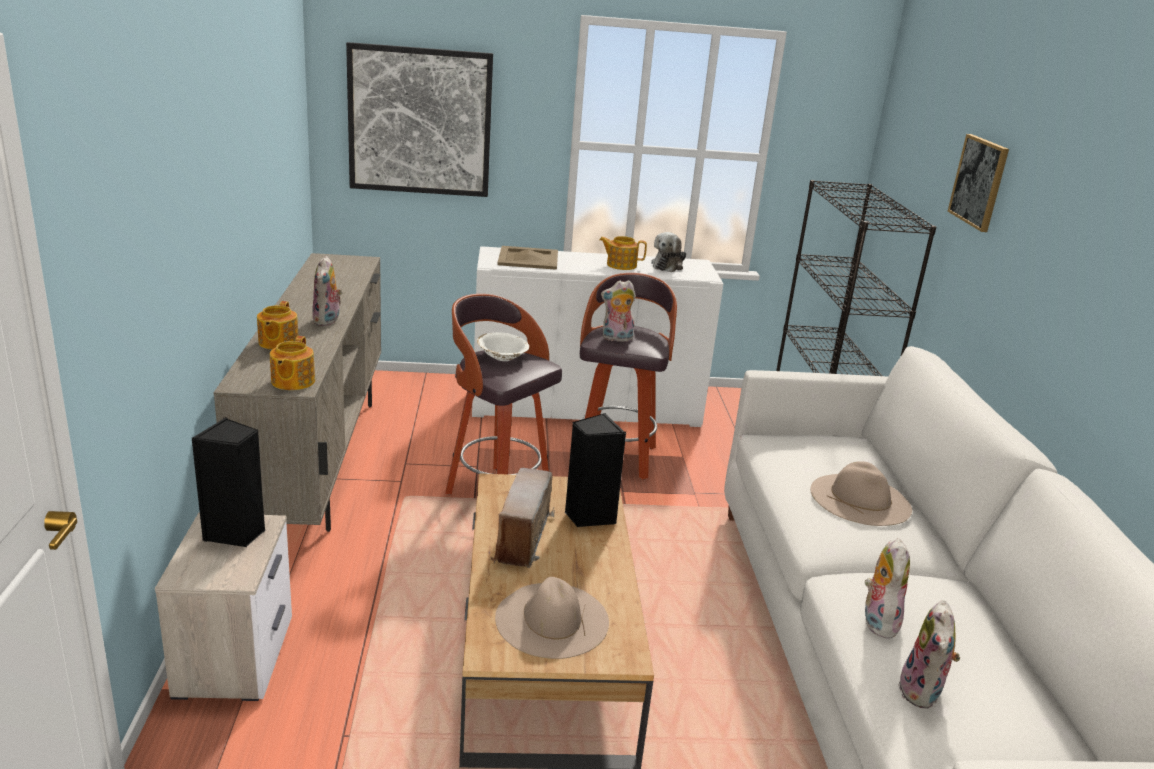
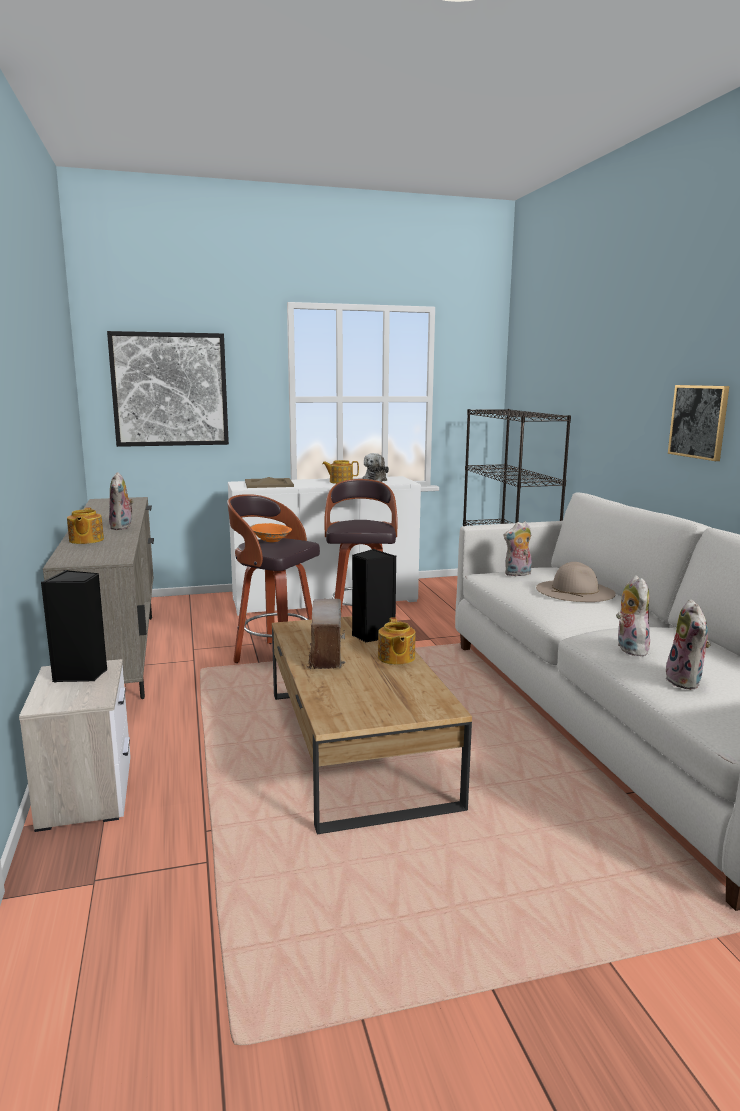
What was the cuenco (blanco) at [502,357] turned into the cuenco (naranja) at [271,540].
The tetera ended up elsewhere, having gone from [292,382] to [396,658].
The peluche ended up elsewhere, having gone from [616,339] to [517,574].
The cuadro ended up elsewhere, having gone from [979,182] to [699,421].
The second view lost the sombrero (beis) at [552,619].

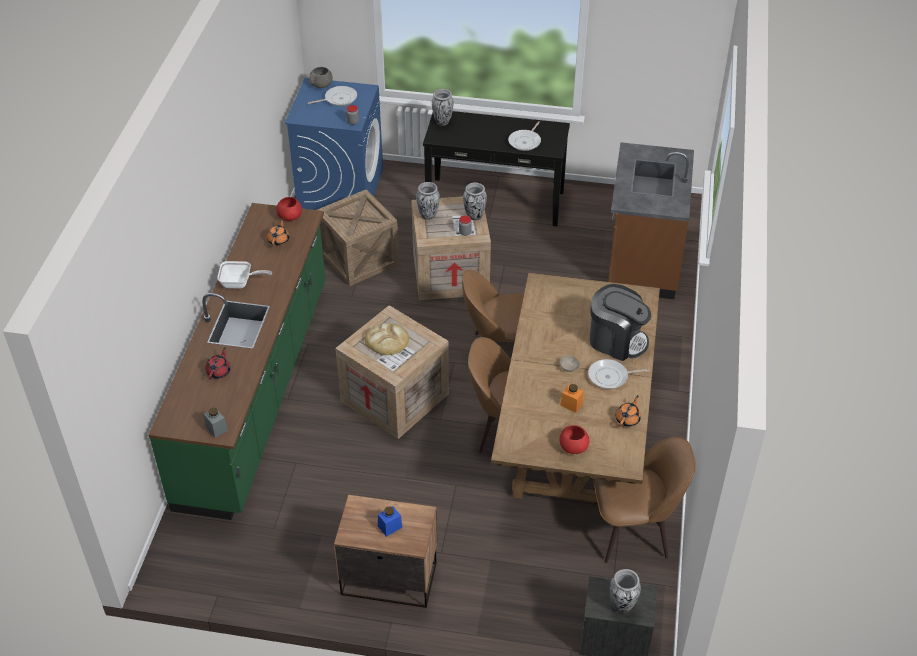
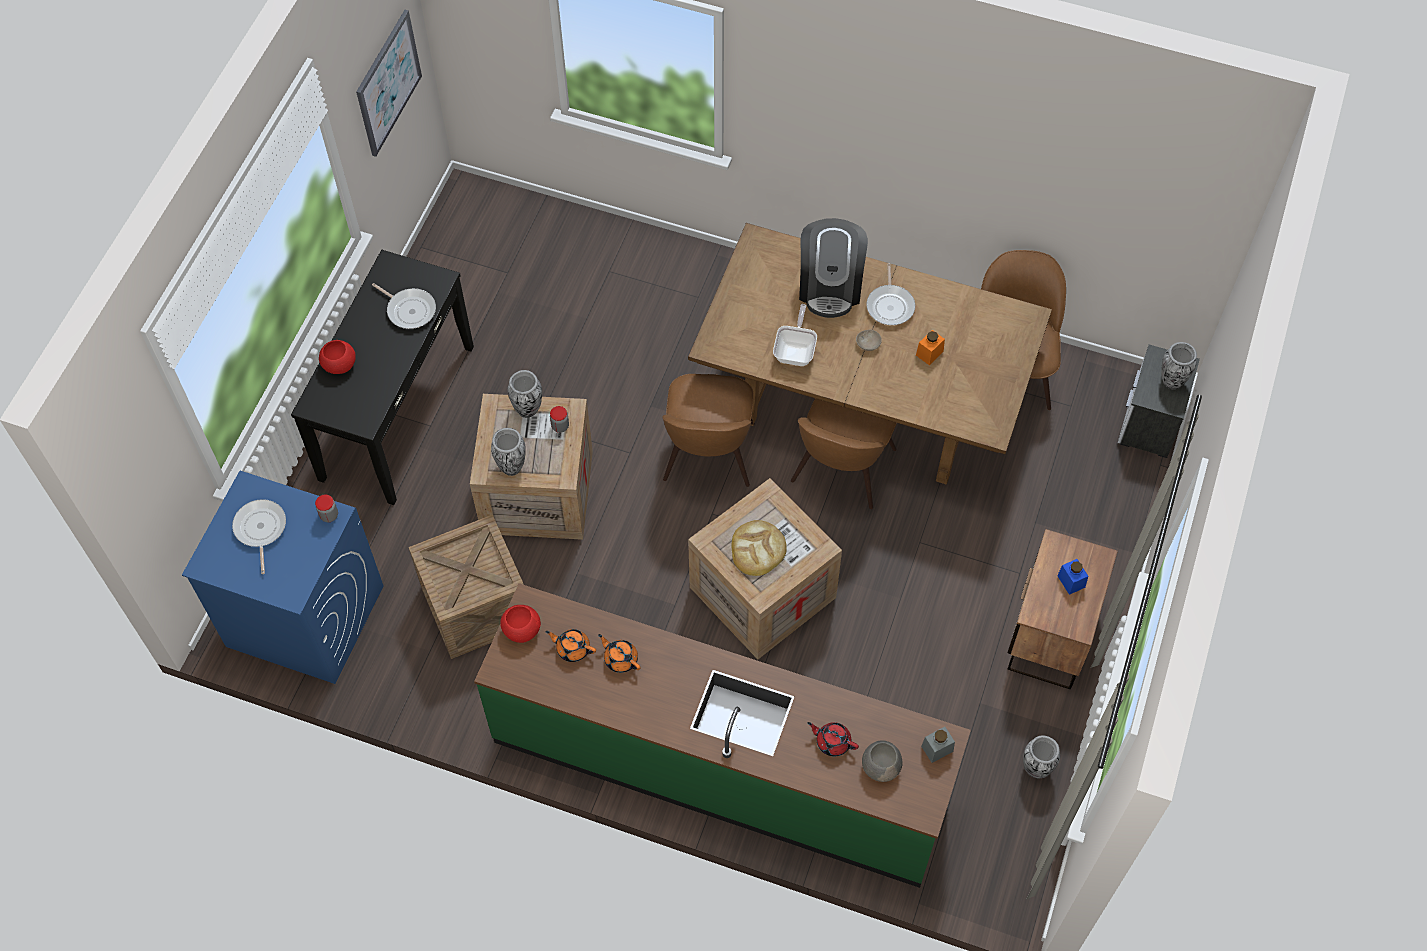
The cuenco (rojo) ended up elsewhere, having gone from [573,446] to [338,364].
The second view gained the cuadro at [388,83].
The tetera (naranja) ended up elsewhere, having gone from [628,419] to [620,659].
The sartén ended up elsewhere, having gone from [240,283] to [795,351].
The cafetera at [616,340] ended up facing another way, 150 degrees clockwise from before.
The cuenco (gris) ended up elsewhere, having gone from [322,85] to [881,766].
The florero ended up elsewhere, having gone from [442,122] to [1036,769].
The second view lost the mueble bajo de cocina (marrón) at [642,260].

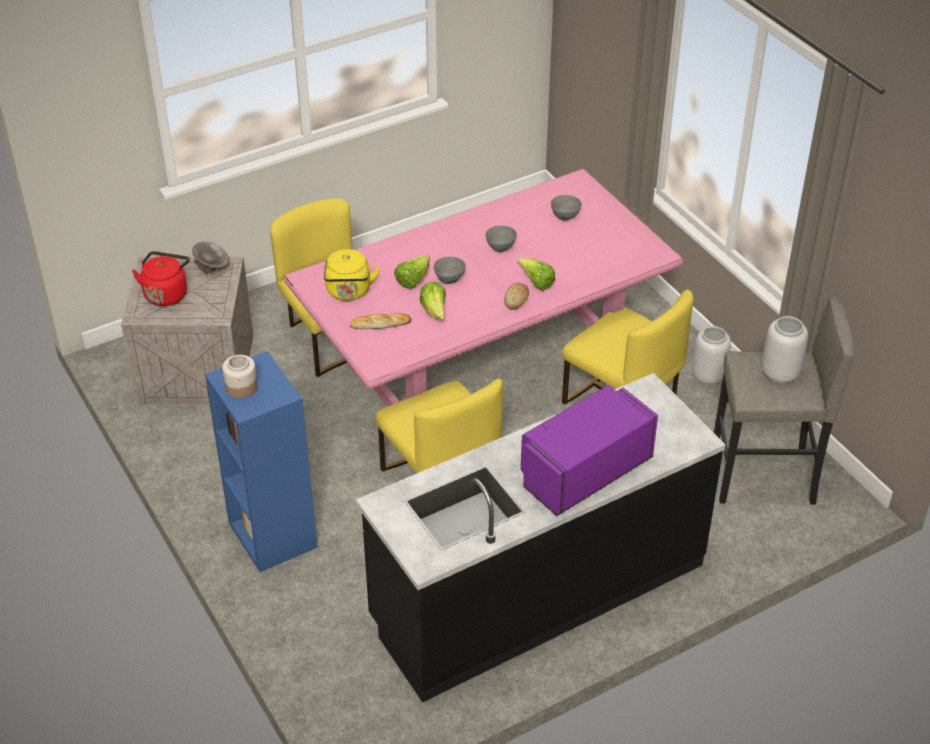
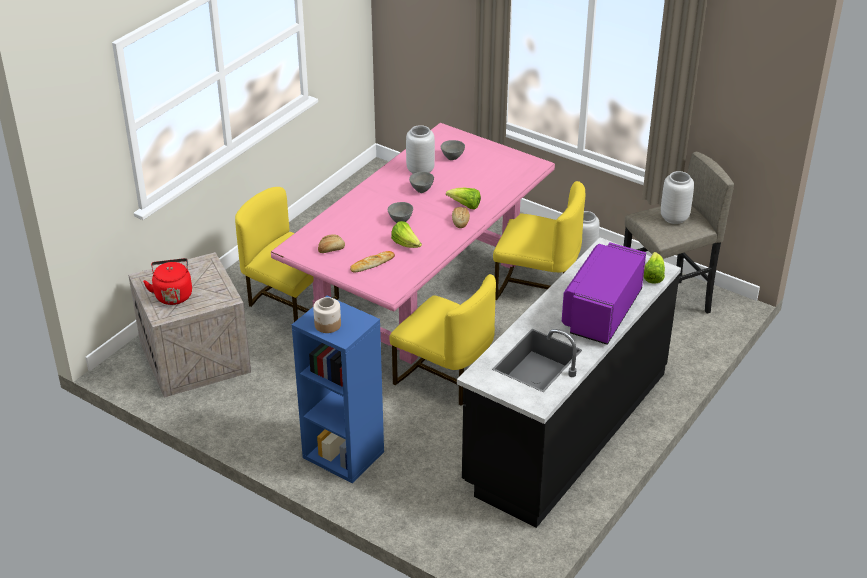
Where the hervidor (amarillo) stood at [349,292], the pan came to stand at [331,249].
The second view gained the florero (gris) at [419,170].
The lechuga ended up elsewhere, having gone from [413,280] to [653,276].
The second view lost the cuenco (gris) at [212,269].

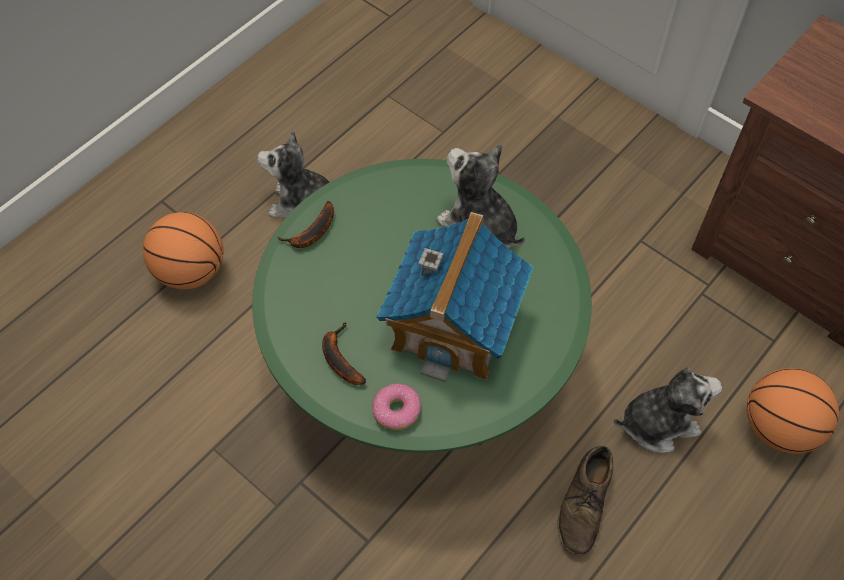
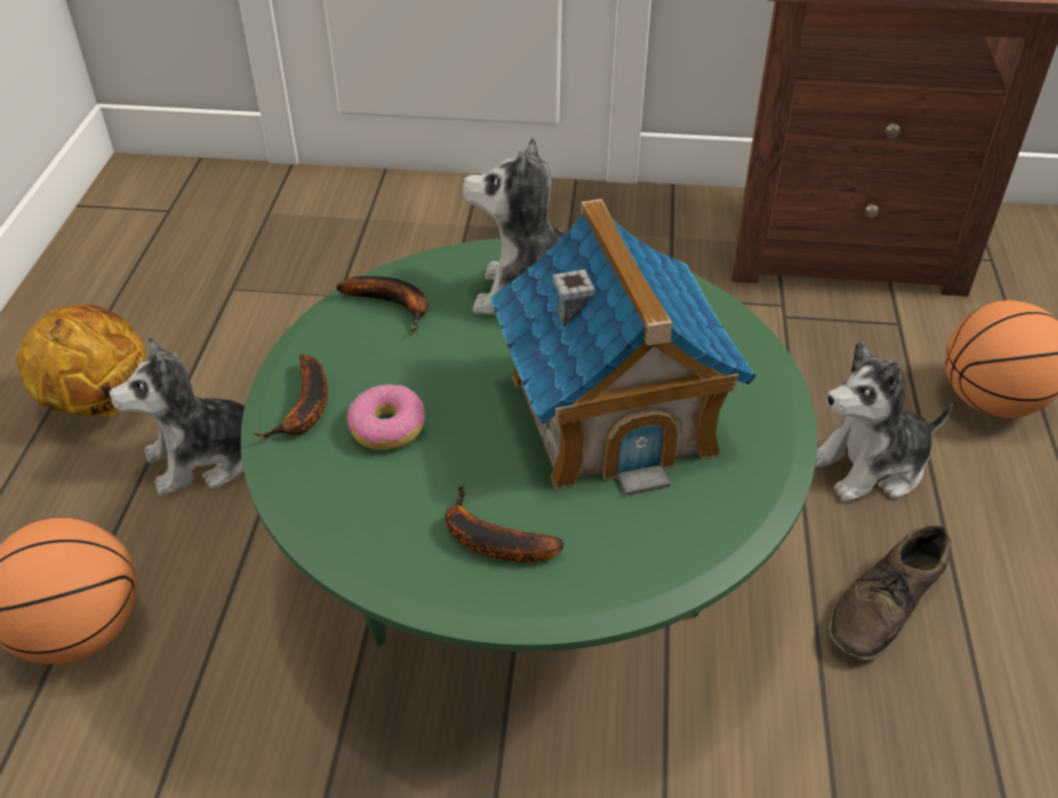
The second view gained the balón de baloncesto at [98,403].
The second view gained the plátano at [394,305].
The rosquilla ended up elsewhere, having gone from [396,410] to [387,427].
The peluche at [658,422] ended up facing another way, 150 degrees counterclockwise from before.
The zapato (marrón) at [585,504] ended up facing another way, 60 degrees clockwise from before.

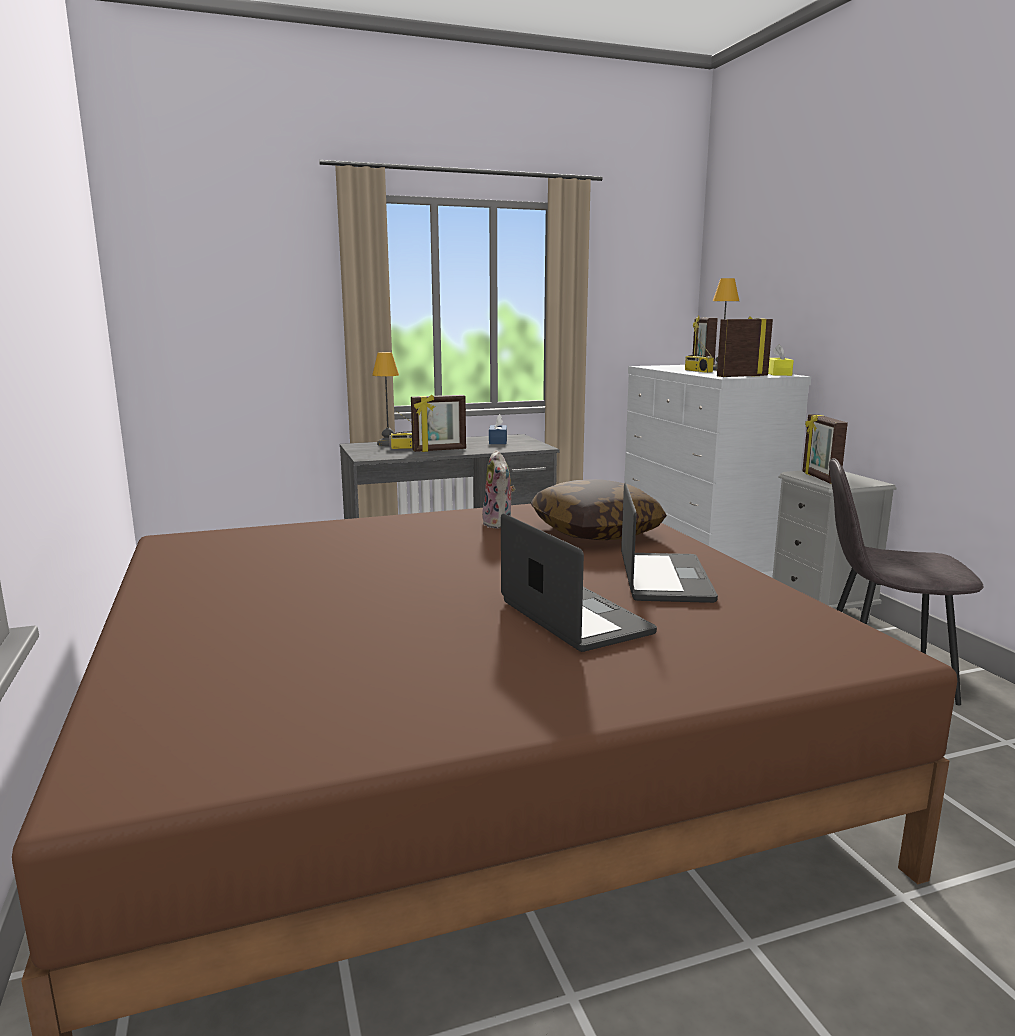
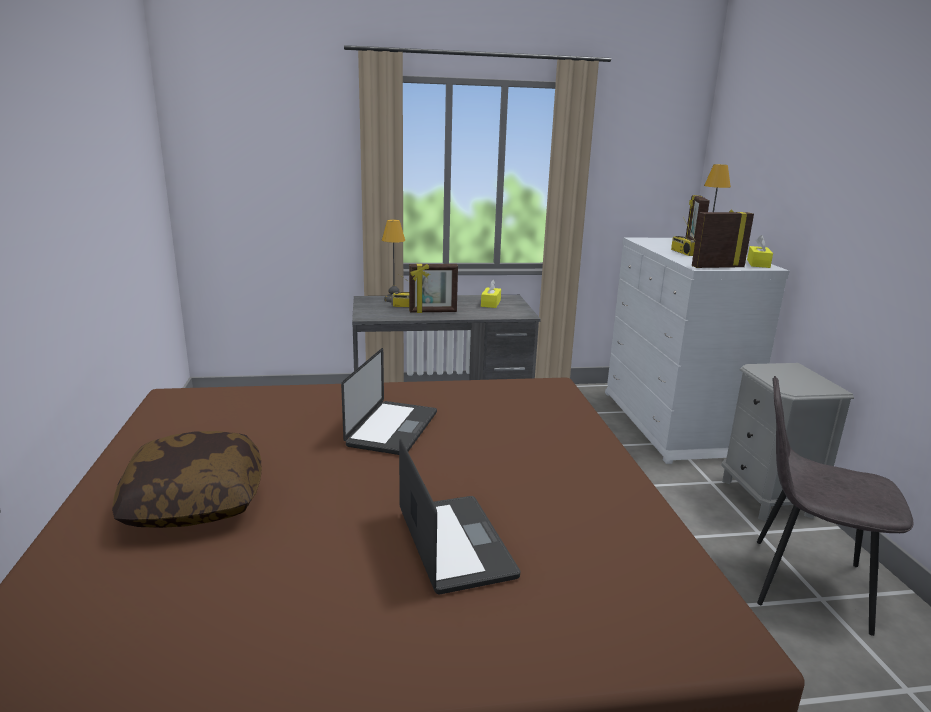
The cojín ended up elsewhere, having gone from [595,532] to [194,501].
The portátil ended up elsewhere, having gone from [664,579] to [392,429].
What was the caja de pañuelos (azul) at [498,441] turned into the caja de pañuelos (amarillo) at [490,303].
The second view lost the peluche at [499,524].
The second view lost the portarretratos at [819,478].

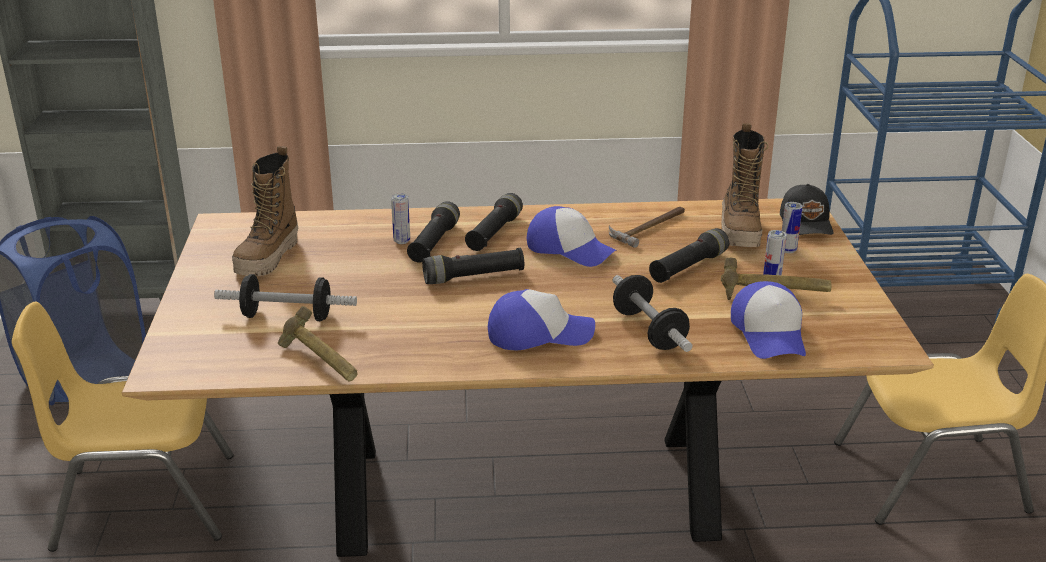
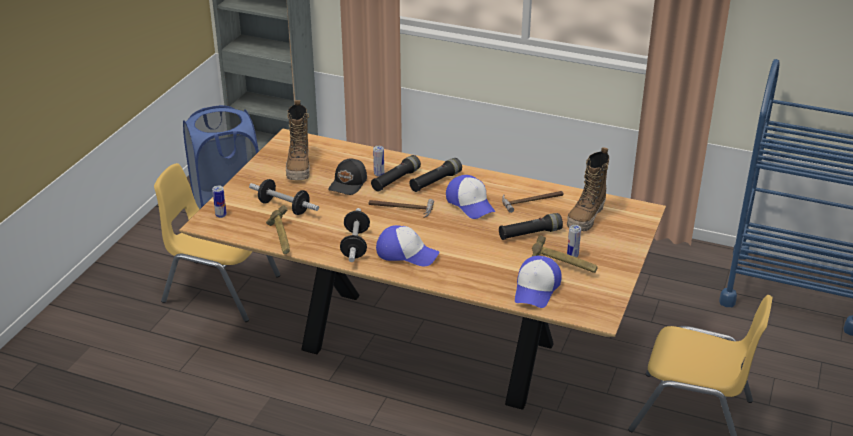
The lata ended up elsewhere, having gone from [788,250] to [221,215].
The bota at [268,259] ended up facing another way, 45 degrees counterclockwise from before.
The gorra (negro) ended up elsewhere, having gone from [807,223] to [349,184].
The mancuerna ended up elsewhere, having gone from [649,330] to [355,245].
Where the linterna (negro) stood at [473,277], the martillo came to stand at [400,208].

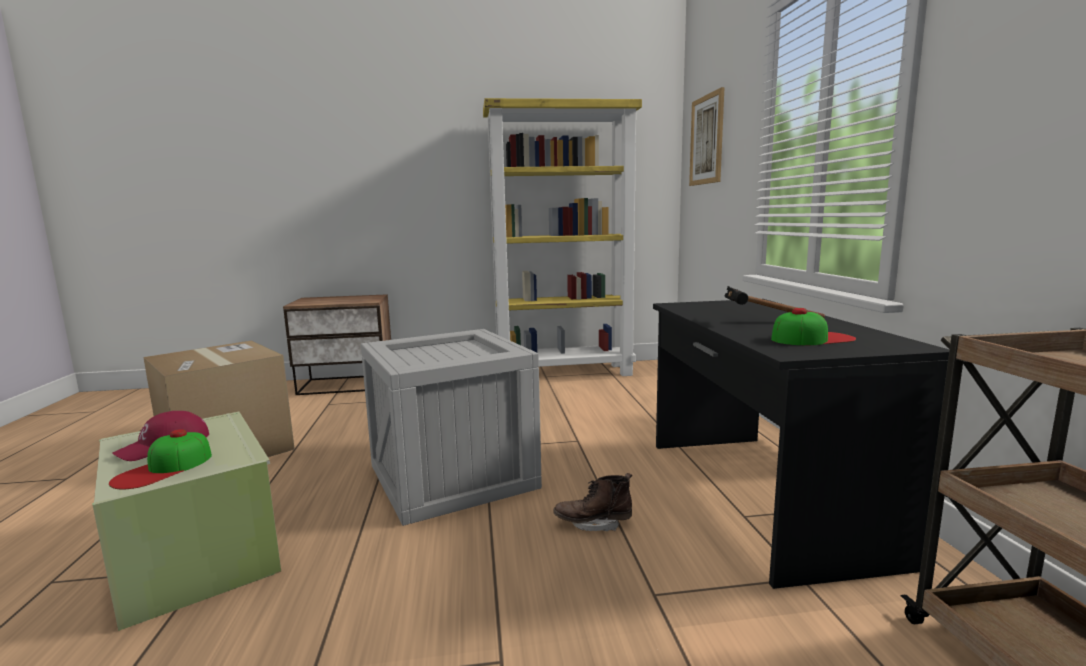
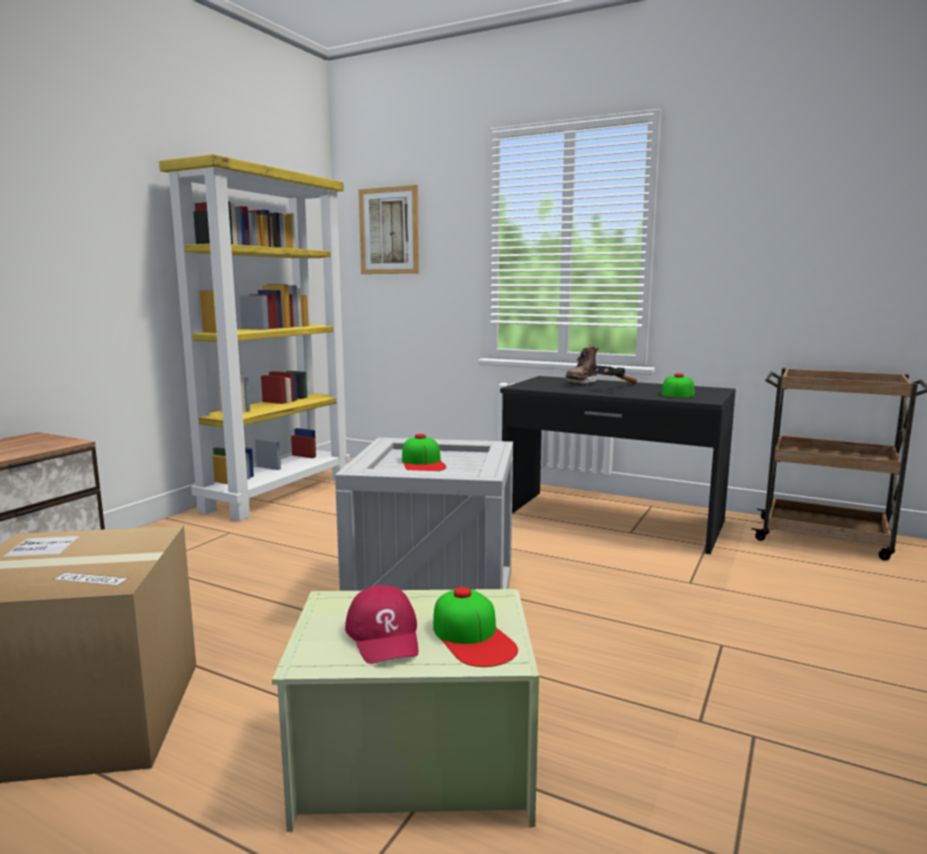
The second view gained the gorra at [423,463].
The bota (marrón) ended up elsewhere, having gone from [593,523] to [581,383].

